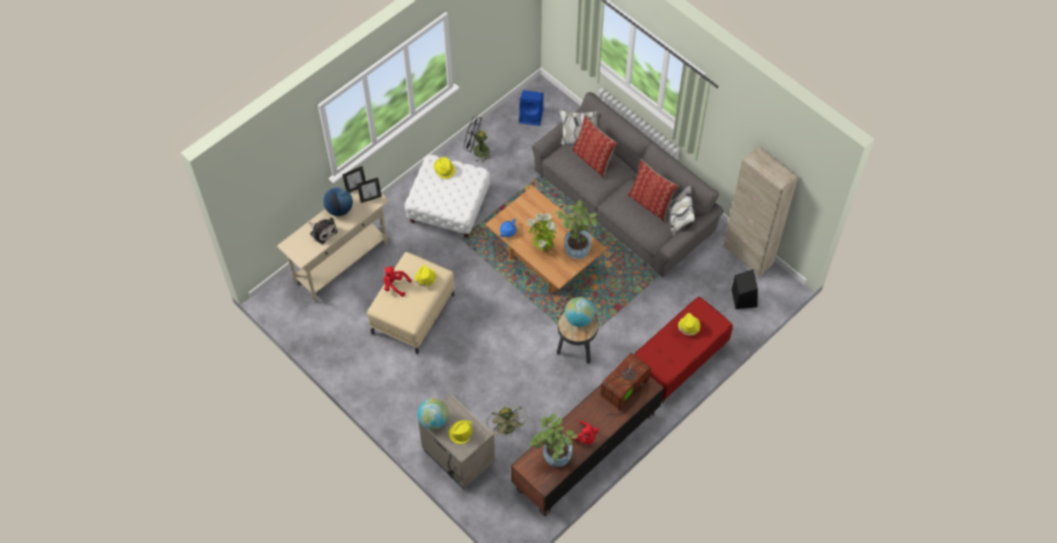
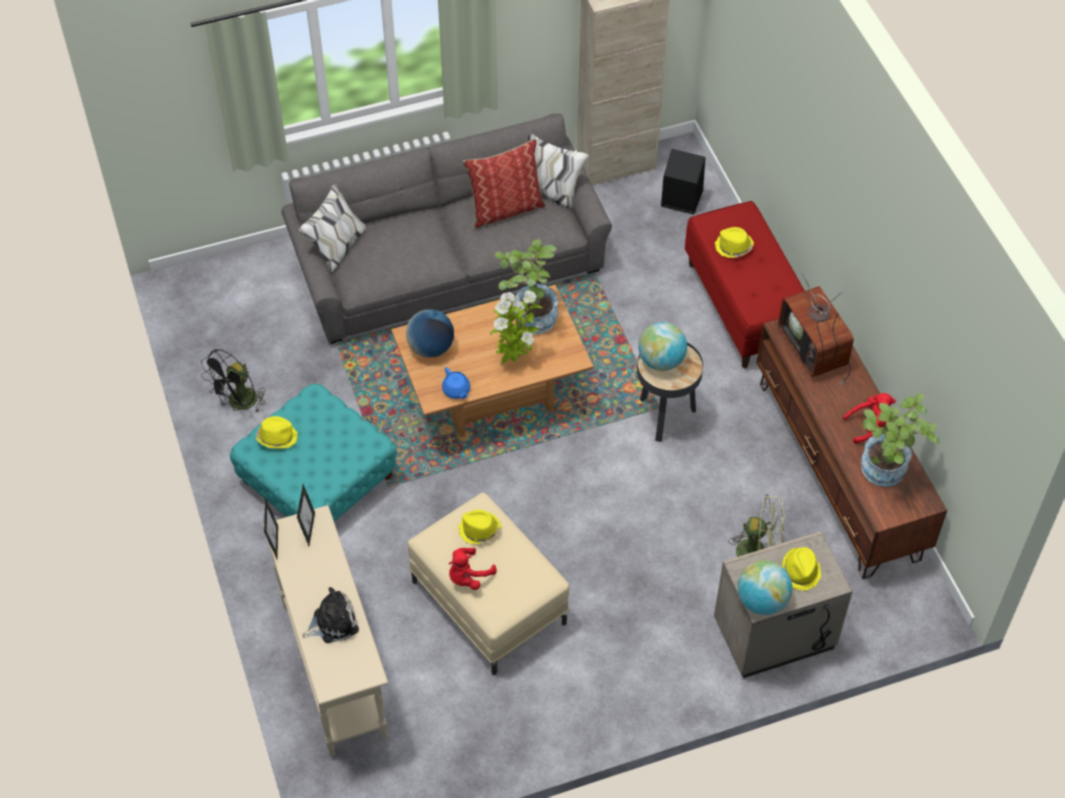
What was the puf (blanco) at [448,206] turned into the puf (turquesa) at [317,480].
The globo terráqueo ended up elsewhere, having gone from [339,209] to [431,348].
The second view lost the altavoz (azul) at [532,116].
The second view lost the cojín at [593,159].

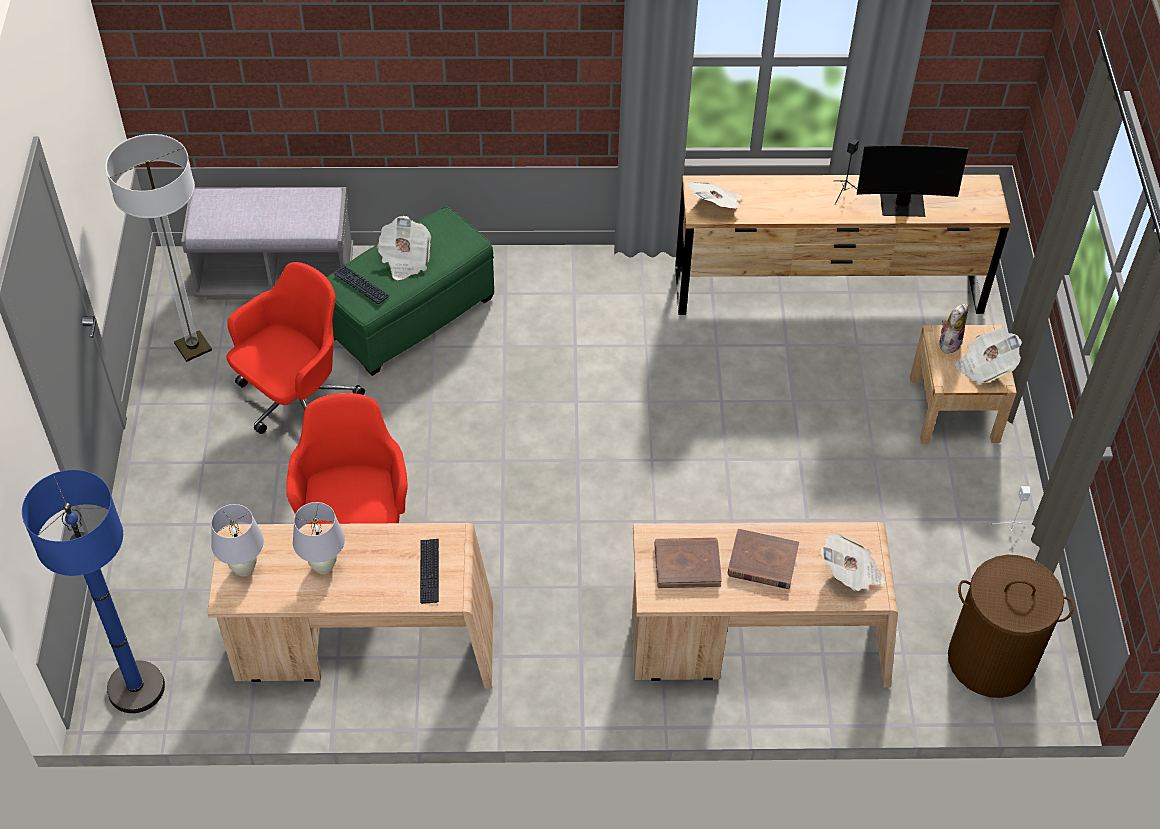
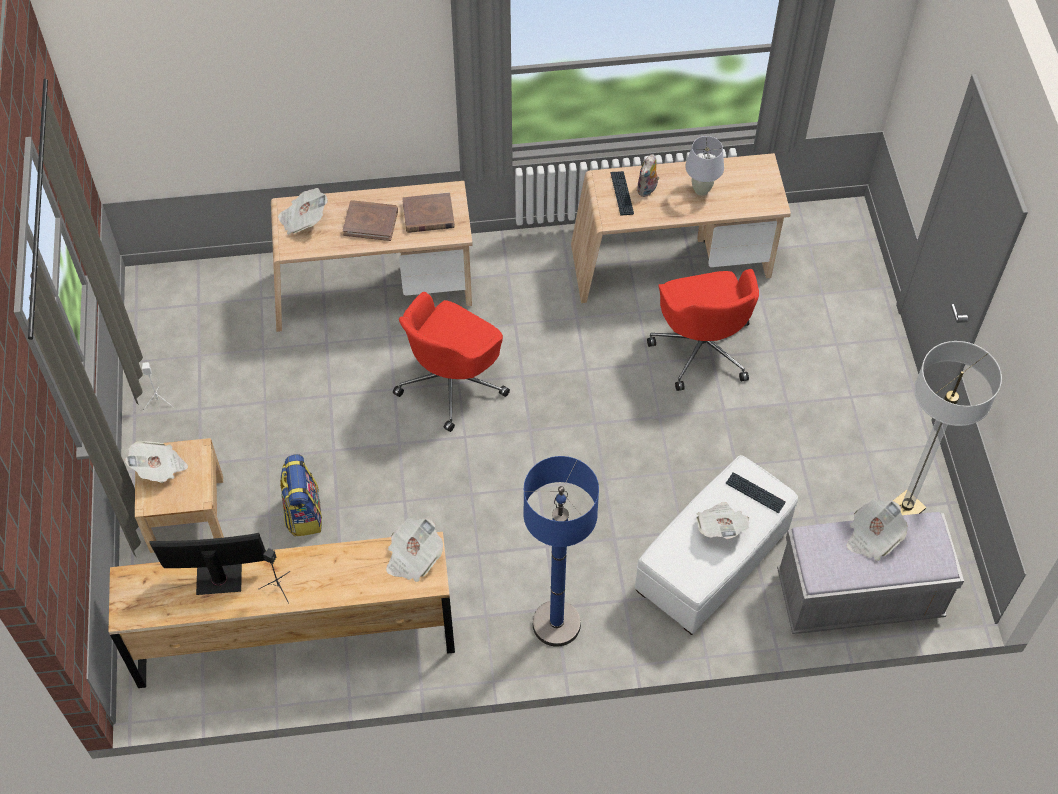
The second view gained the mochila at [303,513].
The silla de oficina (rojo) ended up elsewhere, having gone from [296,401] to [452,382].
The lámpara de pie (azul) ended up elsewhere, having gone from [136,688] to [556,624].
What was the puf (verde) at [410,316] turned into the puf (blanco) at [712,563].
The peluche ended up elsewhere, having gone from [949,342] to [647,190].
The second view gained the periódico at [872,537].
The second view lost the lámpara de mesa (blanco) at [243,568].
The second view lost the cesto de la ropa (marrón) at [990,660].

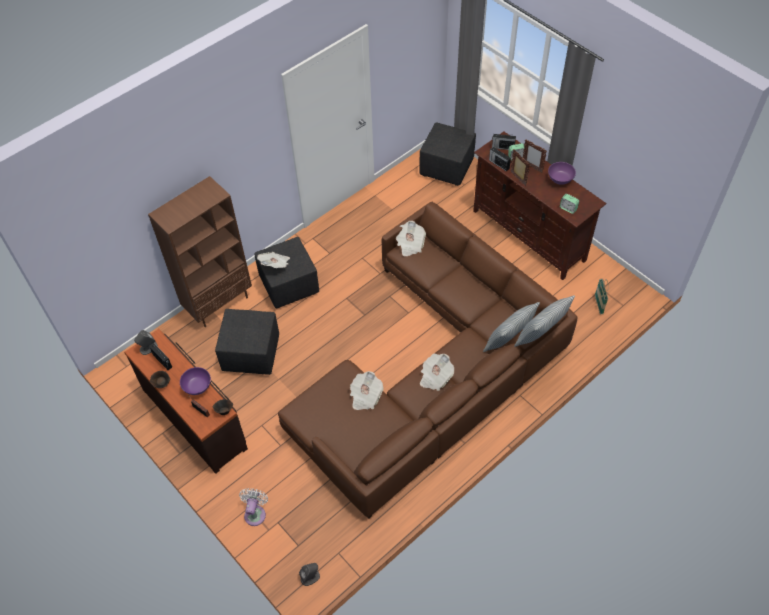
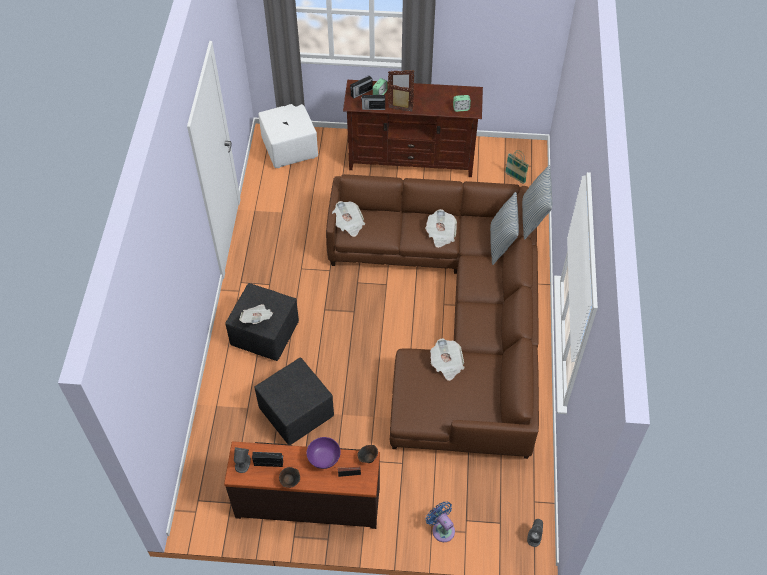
What was the puf (negro) at [447,168] turned into the puf (blanco) at [290,149].
The periódico ended up elsewhere, having gone from [435,377] to [440,234].
What was the ventilador (blanco) at [255,513] turned into the ventilador (azul) at [442,529].
The second view lost the estantería (marrón) at [219,303].
The second view lost the cuenco (morado) at [560,179].

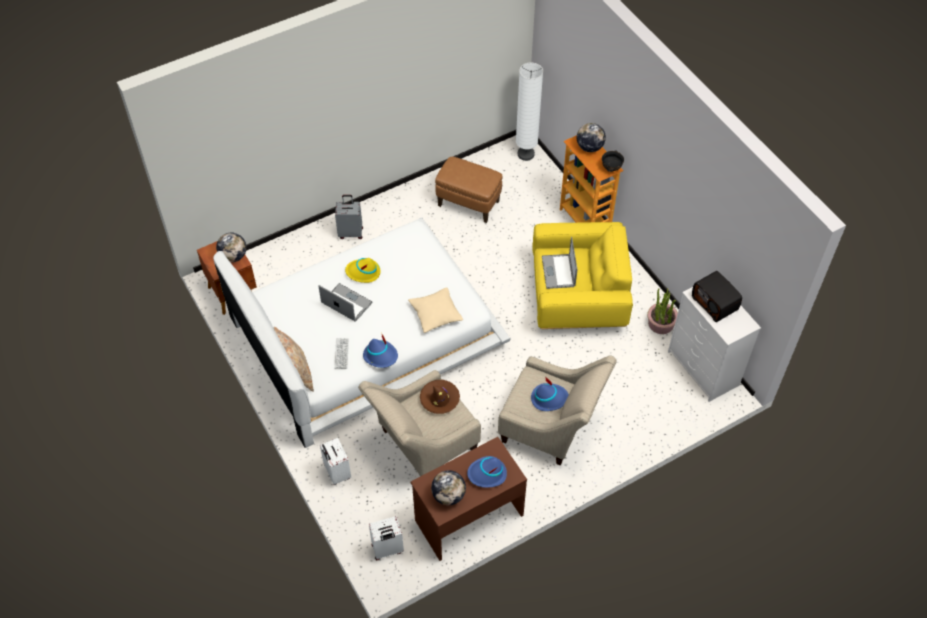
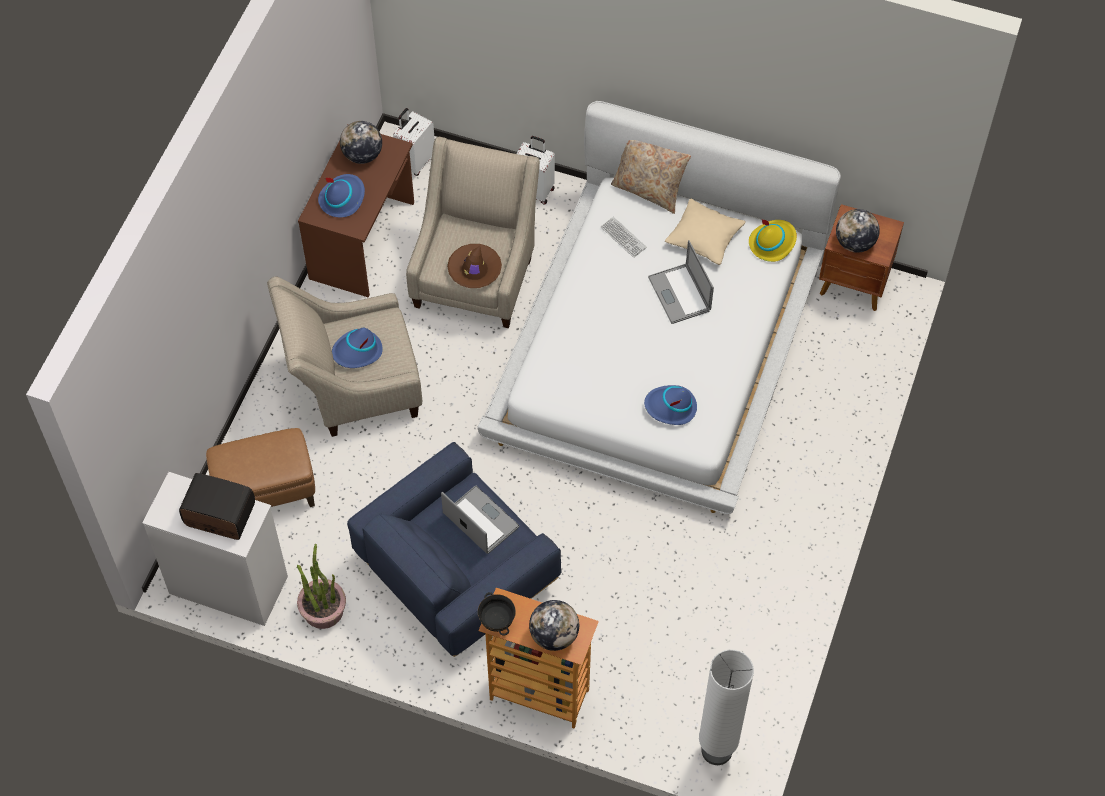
The puf (marrón) ended up elsewhere, having gone from [469,203] to [266,494].
What was the sillón (amarillo) at [578,296] turned into the sillón (azul) at [456,573].
The sombrero (azul) ended up elsewhere, having gone from [381,356] to [670,407].
The portátil at [346,303] ended up facing another way, 75 degrees clockwise from before.
The cojín (beis) ended up elsewhere, having gone from [435,314] to [704,238].
The sombrero (amarillo) ended up elsewhere, having gone from [363,272] to [772,242].
The second view lost the maleta (gris) at [351,232].

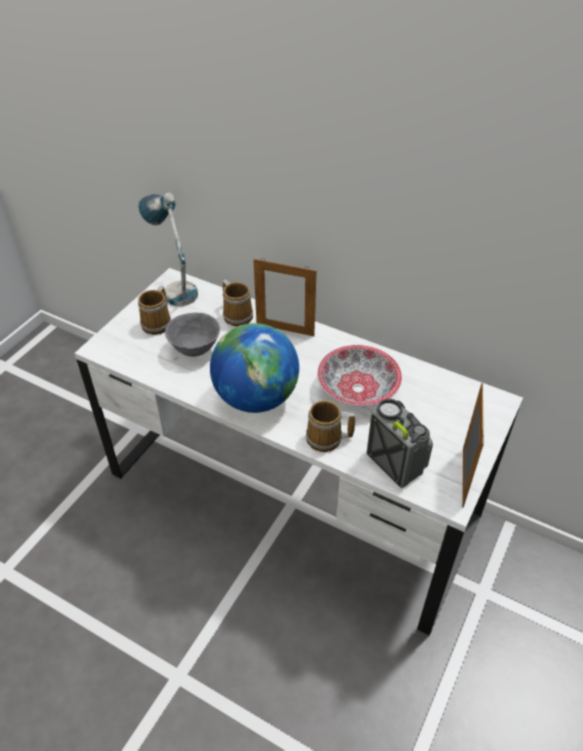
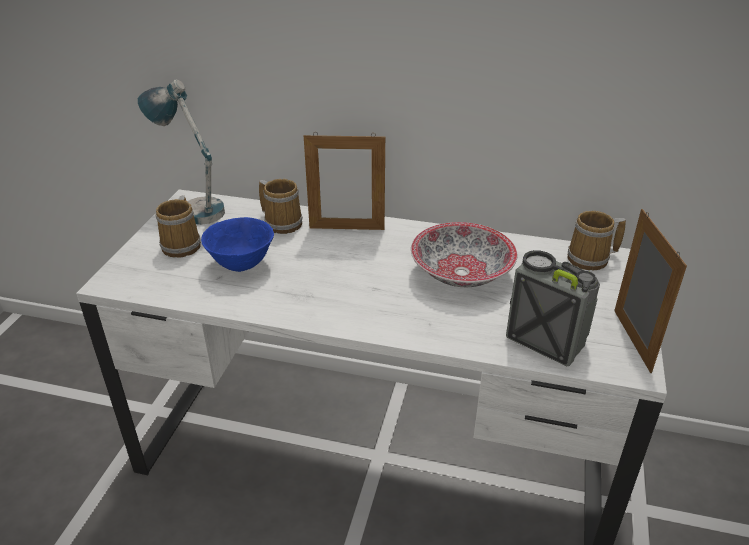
What was the cuenco (gris) at [195,349] turned into the cuenco (azul) at [241,264].
The taza grande ended up elsewhere, having gone from [326,439] to [591,259].
The second view lost the globo terráqueo at [256,398].

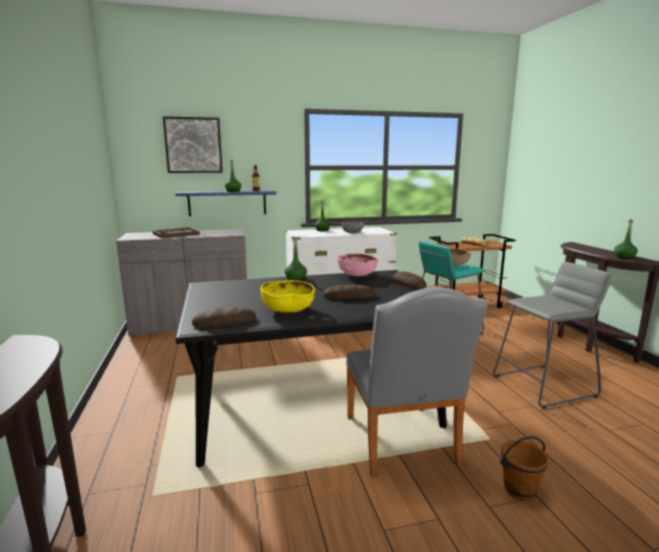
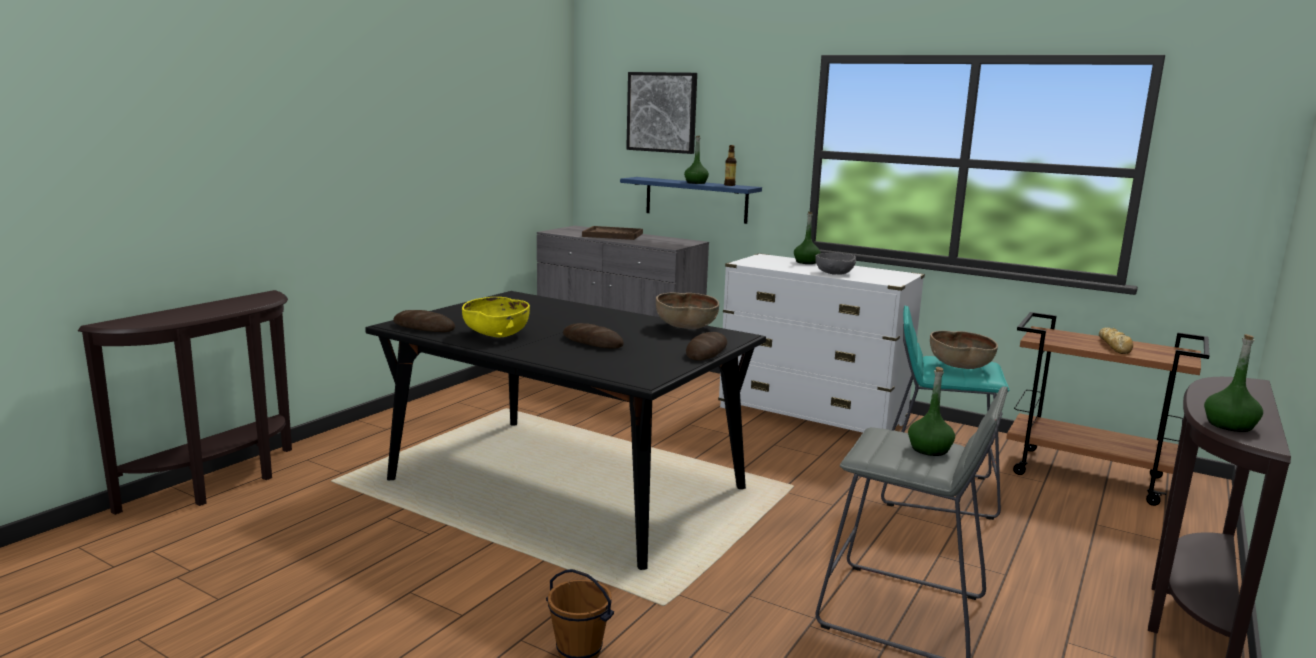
What was the cuenco (rosa) at [357,275] turned into the cuenco (marrón) at [686,327].
The botella (verde) ended up elsewhere, having gone from [296,279] to [929,449].
The second view lost the silla (gris) at [402,445].

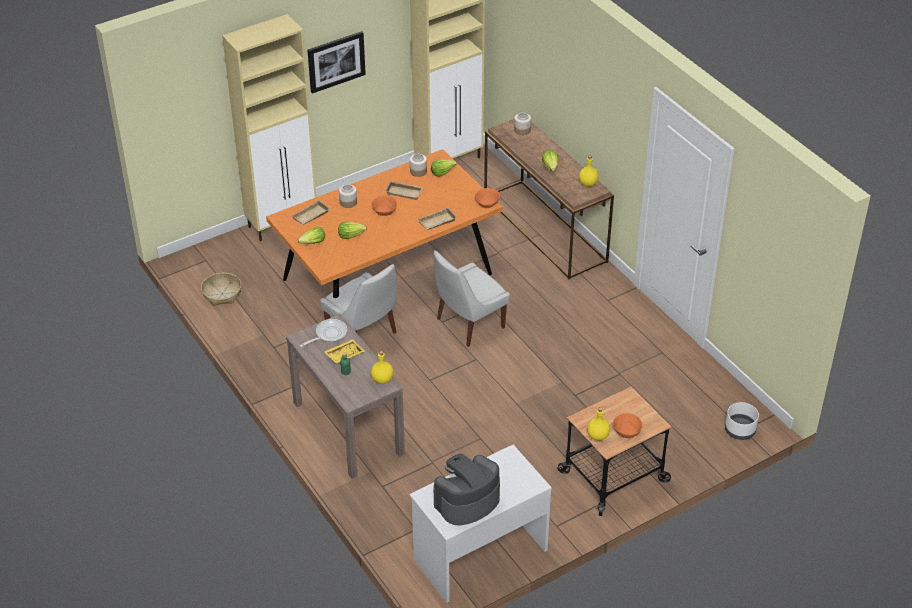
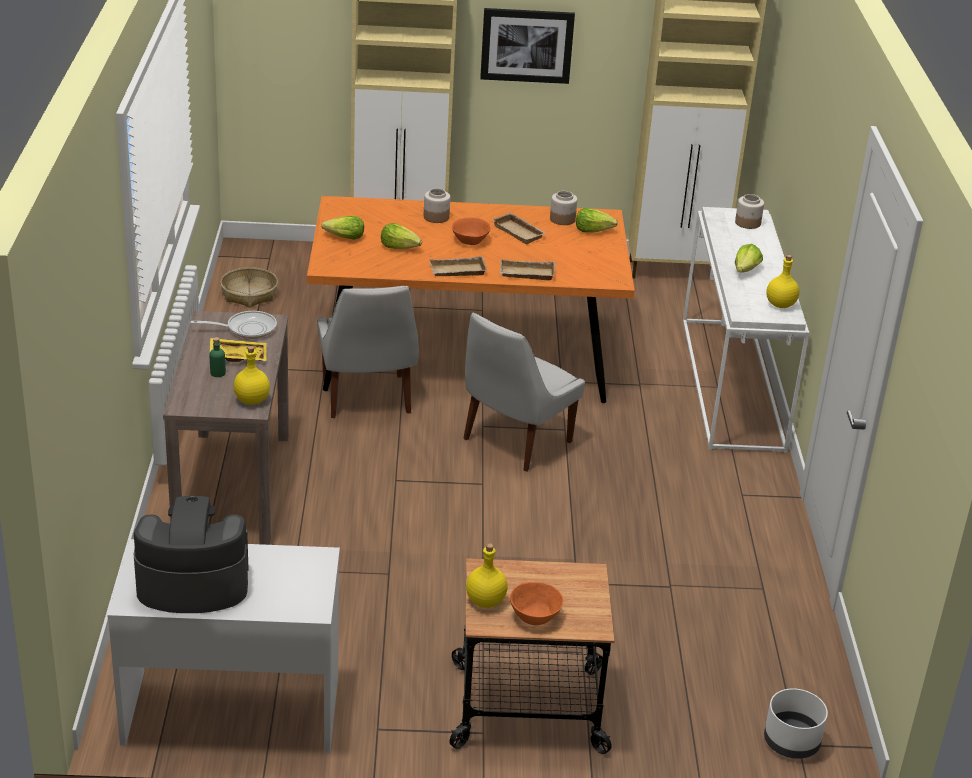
The bandeja (beis) ended up elsewhere, having gone from [311,216] to [457,272].
The silla (blanco) at [468,324] ended up facing another way, 45 degrees counterclockwise from before.
What was the mesa consola (marrón) at [546,229] turned into the mesa consola (blanco) at [733,384].
The second view lost the cuenco (naranja) at [487,204].

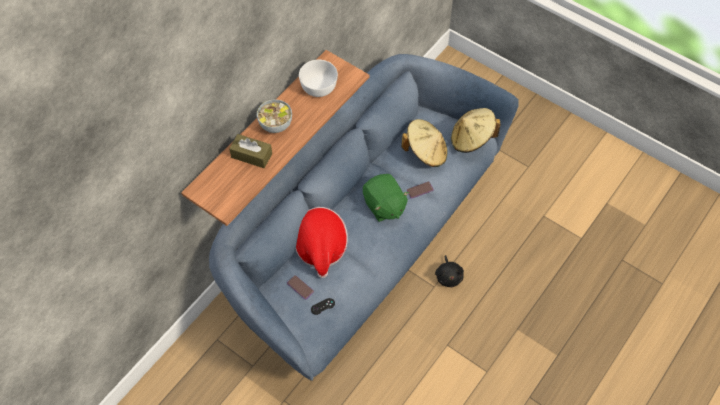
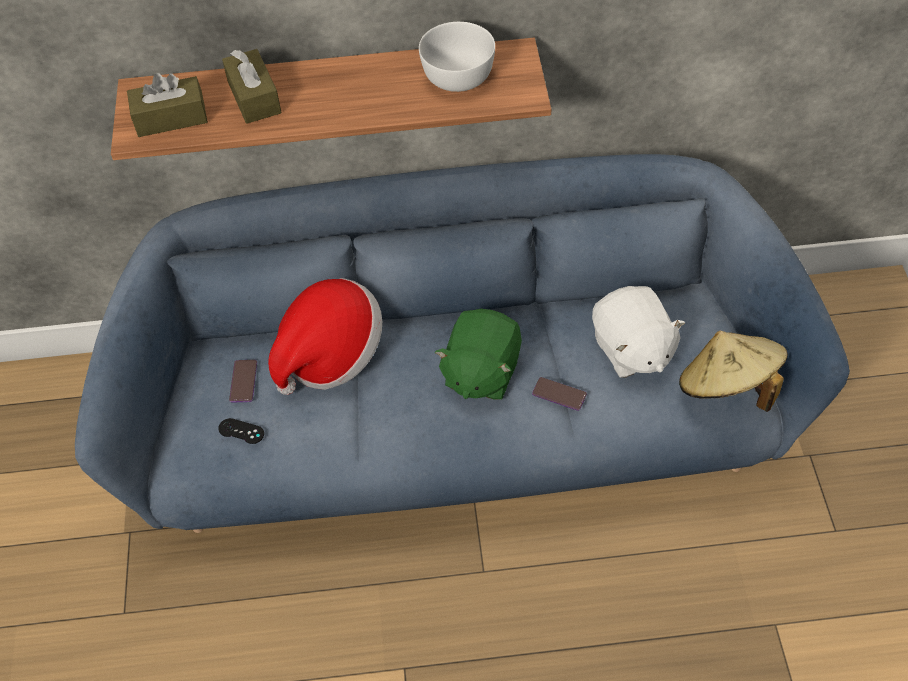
The second view gained the caja de pañuelos (marrón) at [171,118].
Where the sombrero (beis) stood at [426,152], the peluche (blanco) came to stand at [631,350].
The second view lost the cuenco at [275,124].
The second view lost the peluche (negro) at [449,276].

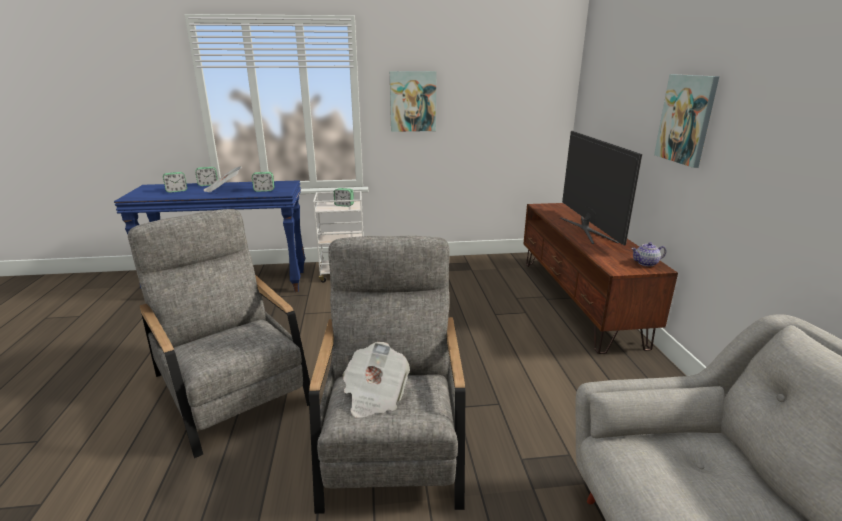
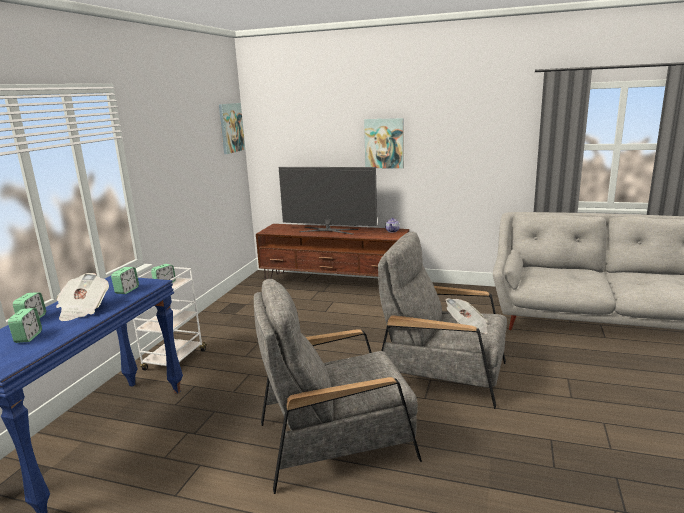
The cuadro ended up elsewhere, having gone from [413,101] to [231,128].

